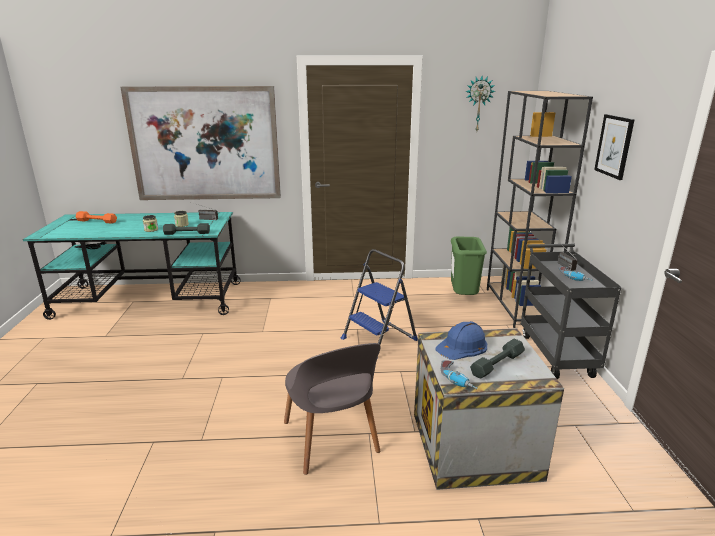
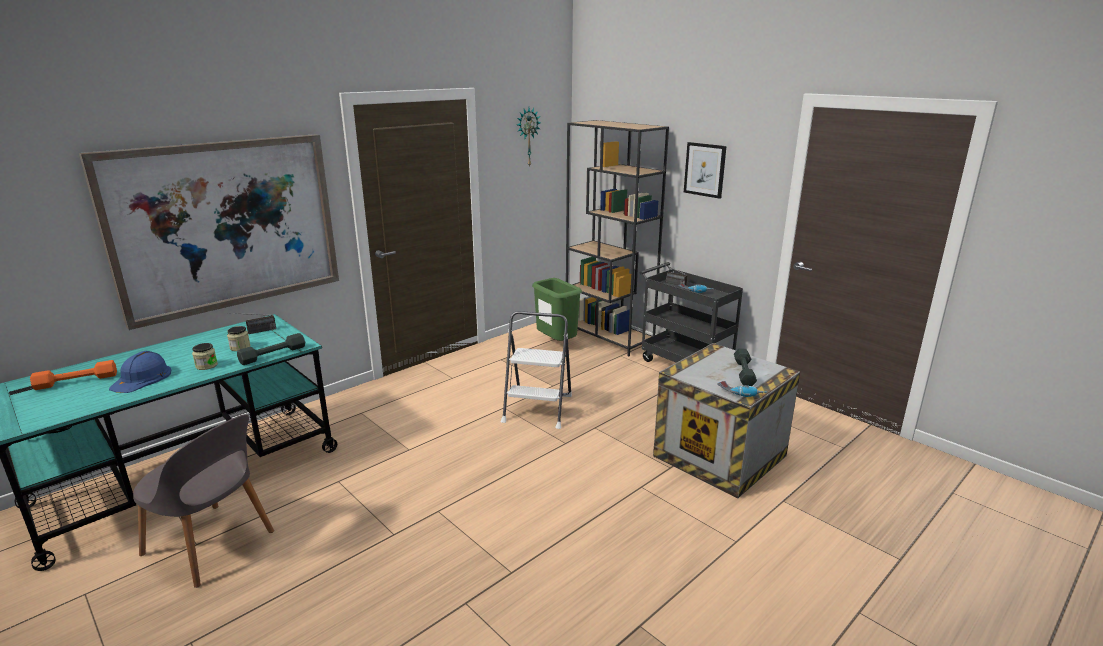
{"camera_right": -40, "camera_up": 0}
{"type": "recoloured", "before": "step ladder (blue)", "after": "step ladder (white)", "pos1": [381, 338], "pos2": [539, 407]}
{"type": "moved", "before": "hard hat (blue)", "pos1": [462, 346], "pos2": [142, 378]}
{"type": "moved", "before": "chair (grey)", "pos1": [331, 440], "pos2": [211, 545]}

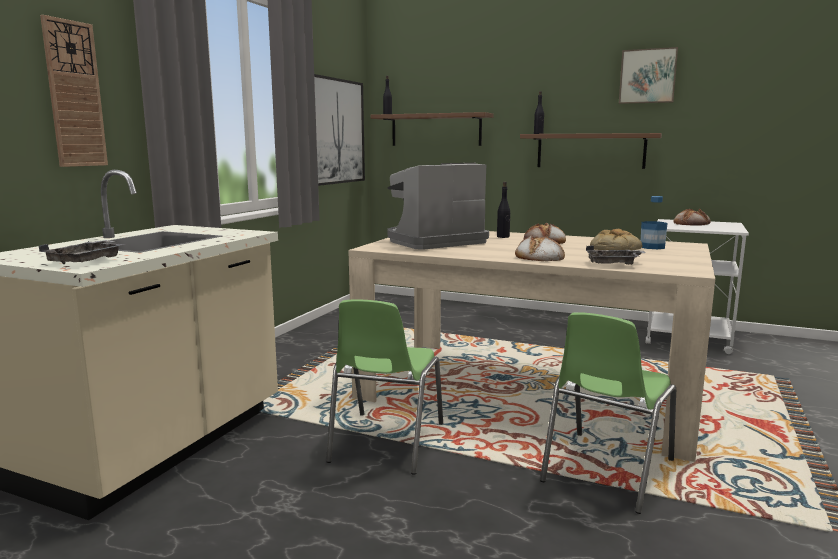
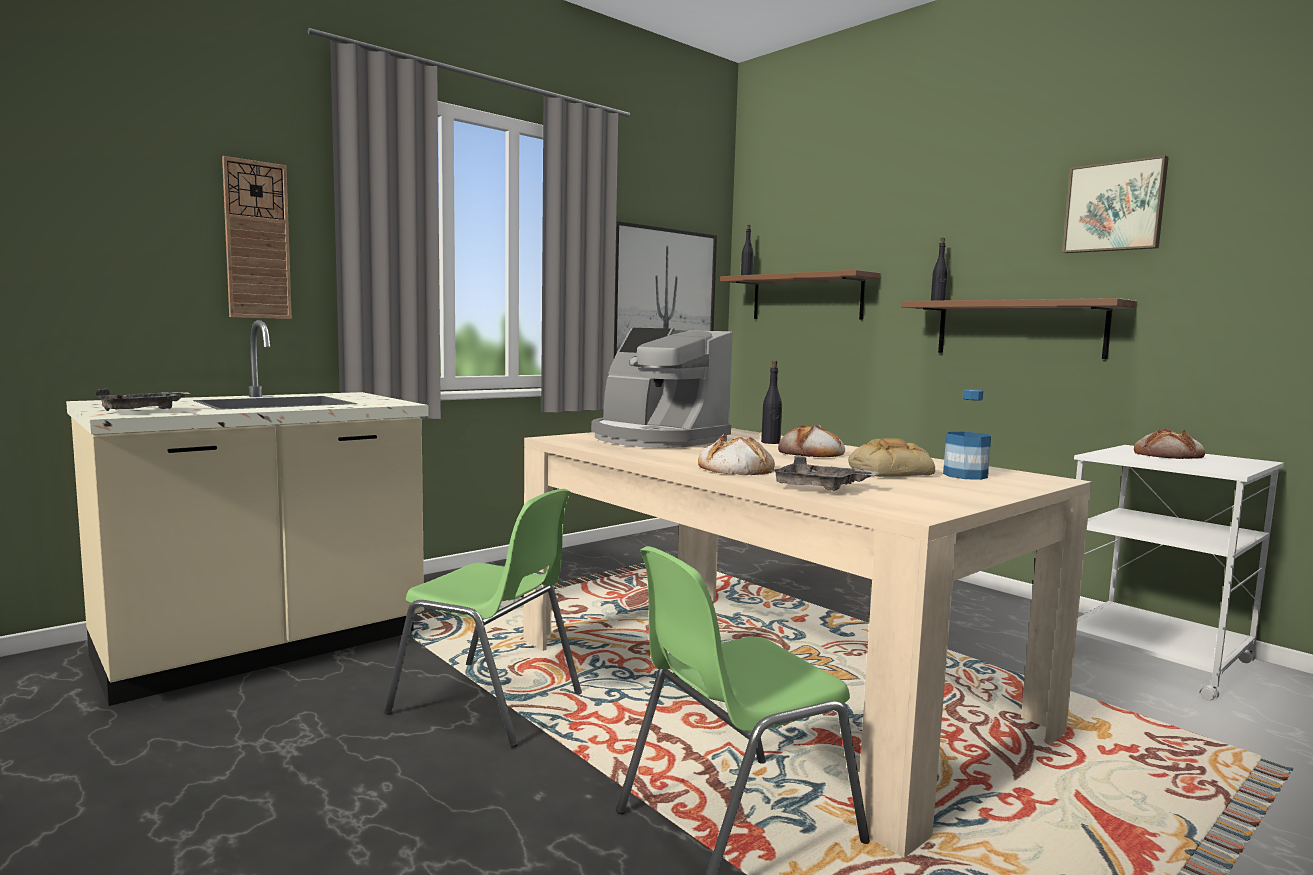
{"camera_right": 25, "camera_up": -5}
{"type": "turned", "before": "coffee machine", "pos1": [433, 241], "pos2": [656, 439], "turn": -135}
{"type": "turned", "before": "chair (green)", "pos1": [385, 443], "pos2": [489, 704], "turn": -105}

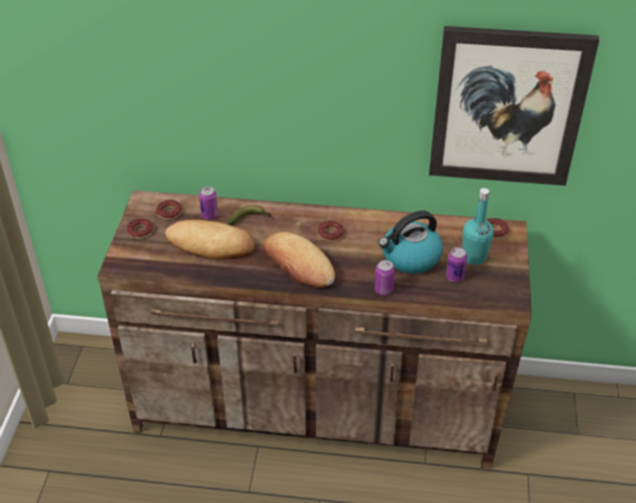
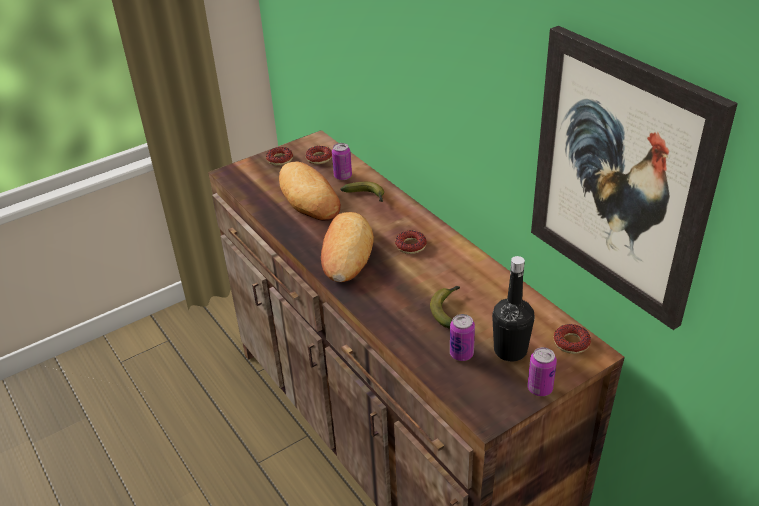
{"camera_right": 50, "camera_up": -5}
{"type": "recoloured", "before": "bottle (turquoise)", "after": "bottle (black)", "pos1": [474, 257], "pos2": [510, 350]}
{"type": "replaced", "before": "kettle", "after": "banana", "pos1": [410, 258], "pos2": [447, 309]}
{"type": "moved", "before": "can", "pos1": [383, 290], "pos2": [540, 388]}

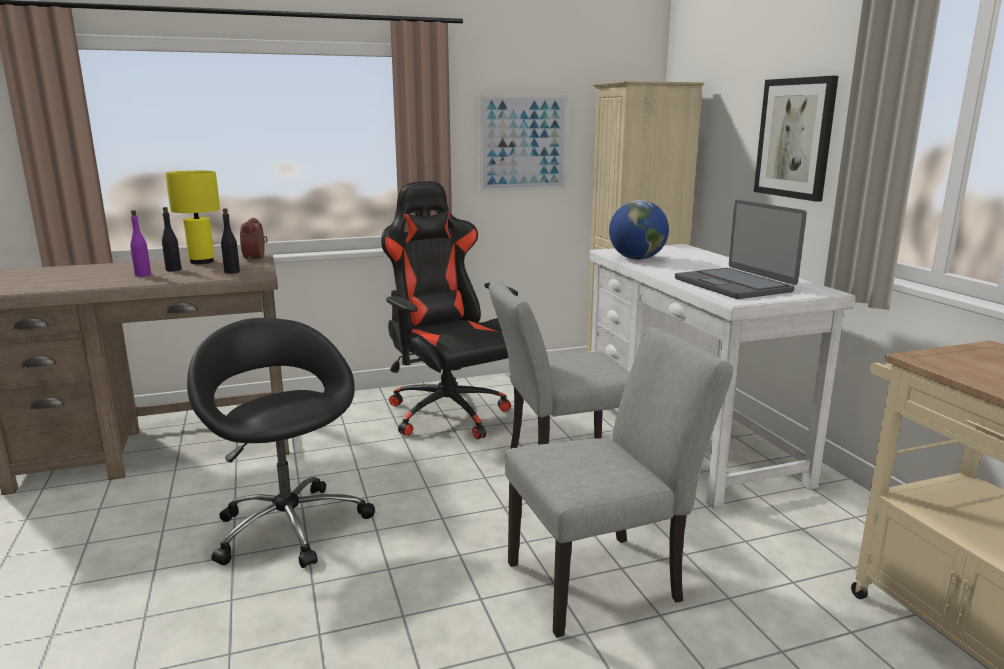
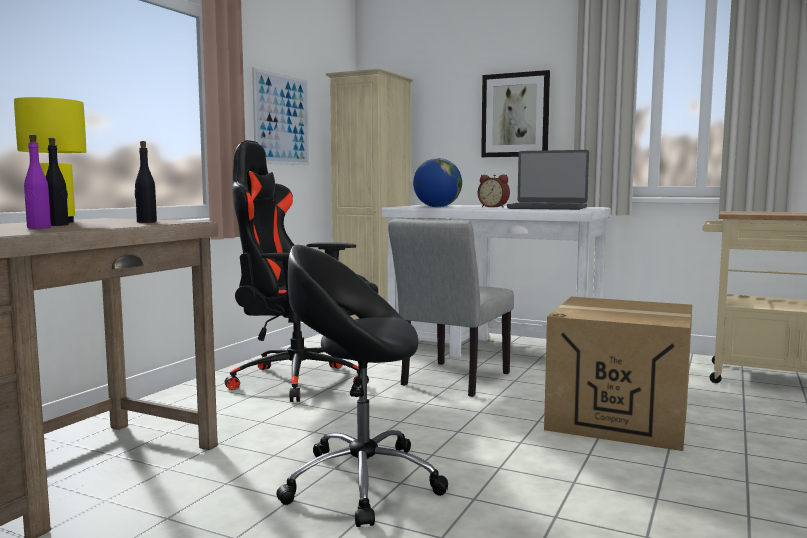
{"camera_right": -45, "camera_up": -10}
{"type": "moved", "before": "alarm clock", "pos1": [256, 258], "pos2": [494, 207]}
{"type": "replaced", "before": "chair (grey)", "after": "cardboard box", "pos1": [605, 579], "pos2": [619, 418]}

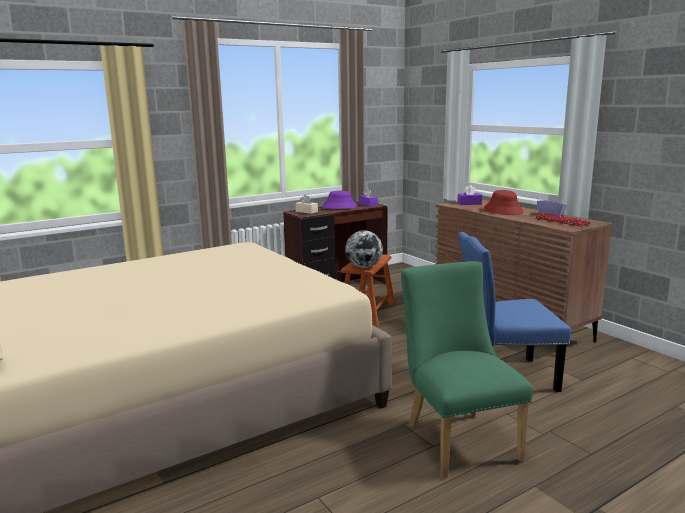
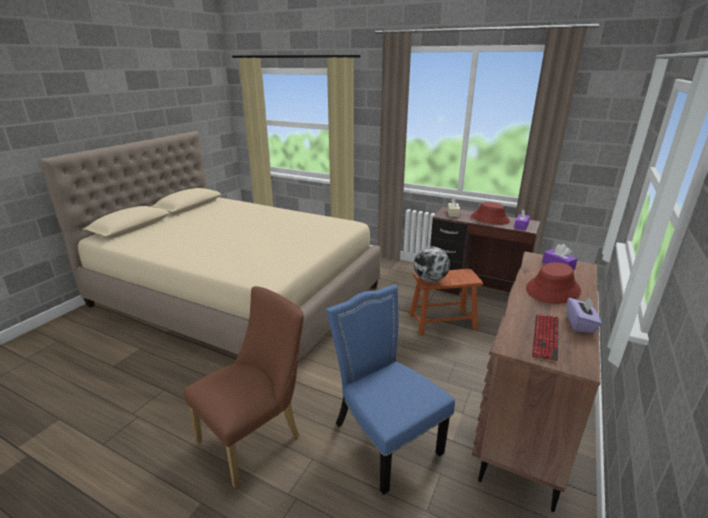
{"camera_right": 60, "camera_up": 10}
{"type": "recoloured", "before": "hat (purple)", "after": "hat (red)", "pos1": [339, 207], "pos2": [490, 219]}
{"type": "recoloured", "before": "chair (green)", "after": "chair (brown)", "pos1": [457, 438], "pos2": [256, 436]}

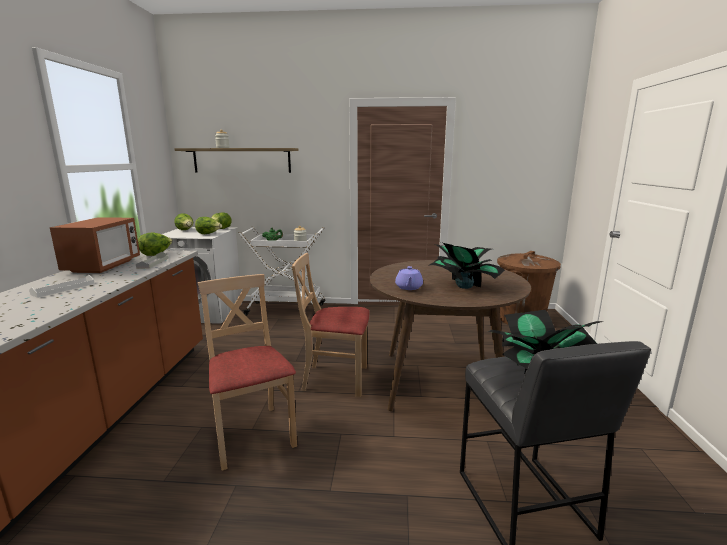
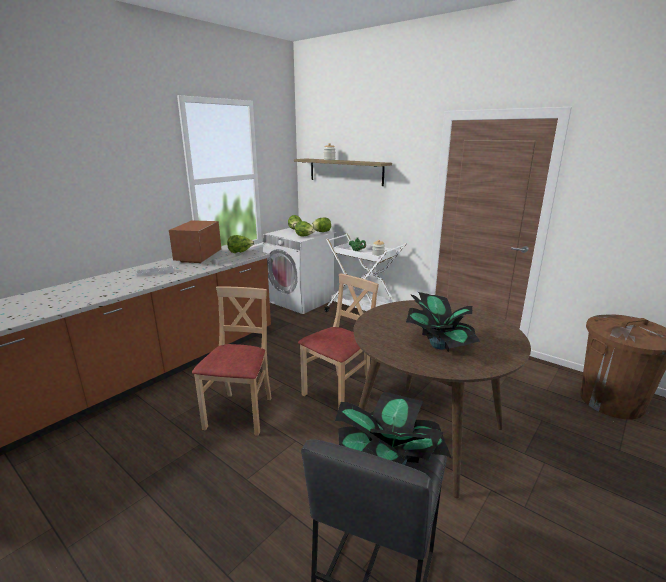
{"camera_right": 35, "camera_up": 5}
{"type": "turned", "before": "microwave", "pos1": [103, 266], "pos2": [198, 257], "turn": 150}
{"type": "turned", "before": "chair (beige)", "pos1": [335, 379], "pos2": [338, 393], "turn": 90}
{"type": "removed", "before": "teapot (purple)", "pos1": [408, 287]}

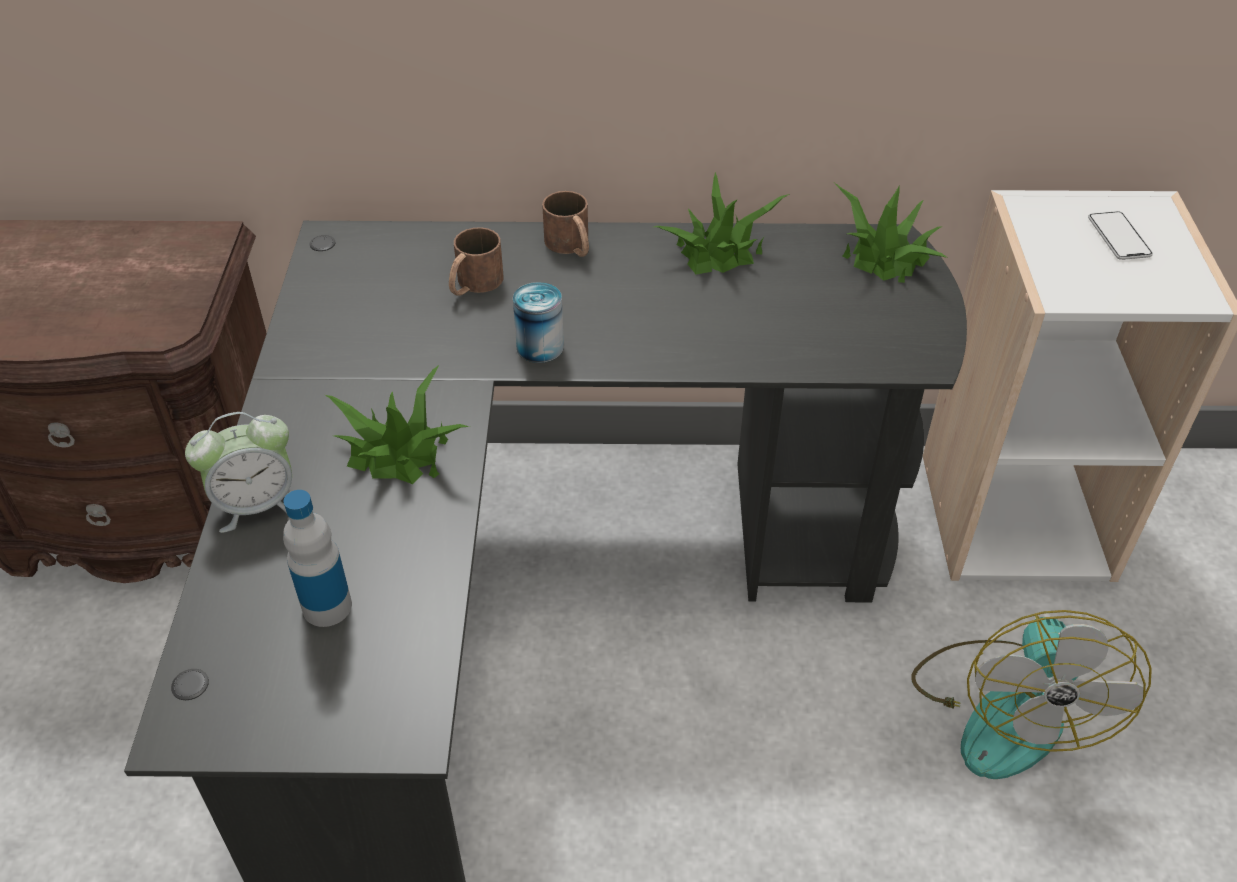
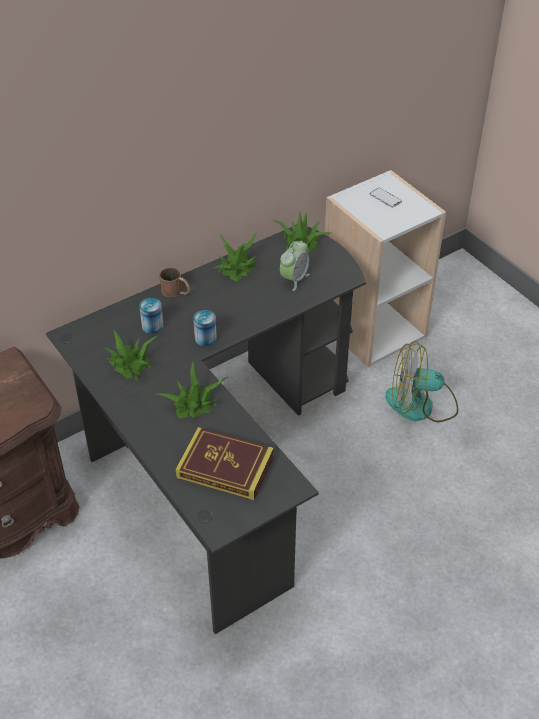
{"camera_right": -35, "camera_up": 0}
{"type": "replaced", "before": "mug (brown)", "after": "can", "pos1": [473, 284], "pos2": [152, 326]}
{"type": "moved", "before": "alarm clock", "pos1": [257, 505], "pos2": [294, 279]}
{"type": "replaced", "before": "bottle", "after": "book", "pos1": [327, 606], "pos2": [225, 467]}
{"type": "turned", "before": "fan", "pos1": [1006, 709], "pos2": [421, 405], "turn": 120}
{"type": "added", "after": "potted plant", "pos2": [131, 364]}

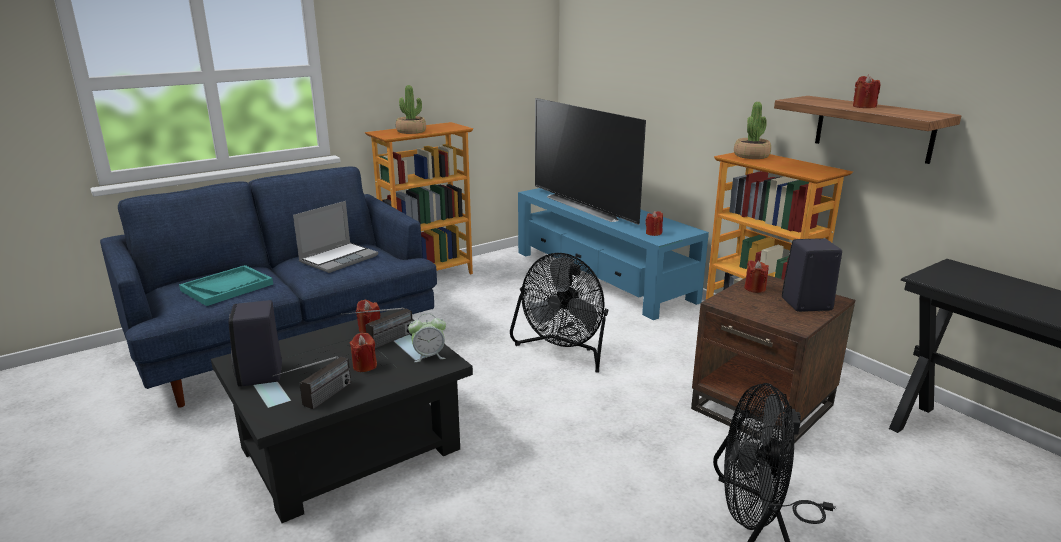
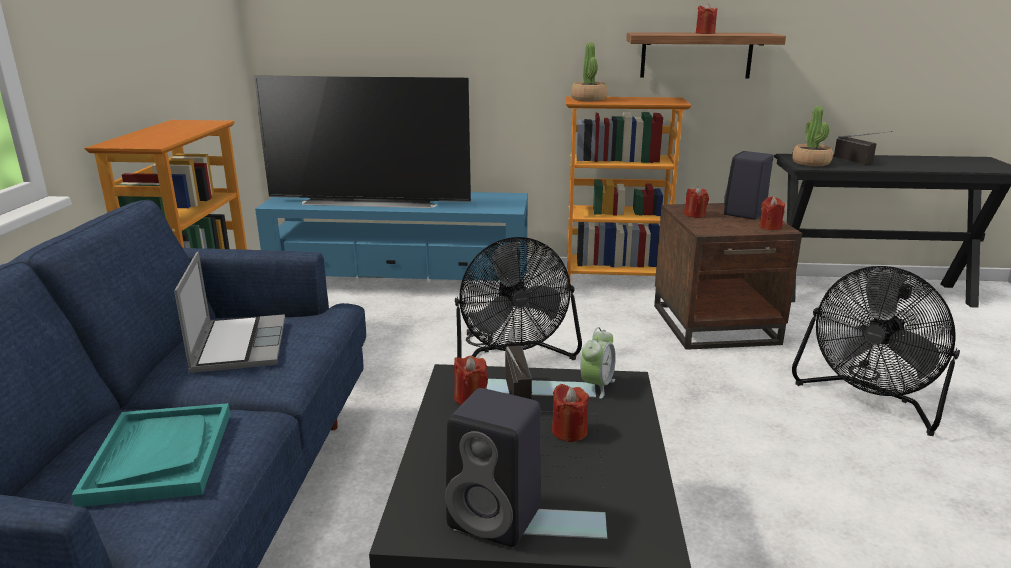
{"camera_right": -50, "camera_up": 0}
{"type": "moved", "before": "potted plant", "pos1": [411, 131], "pos2": [811, 163]}
{"type": "moved", "before": "candle (red)", "pos1": [653, 233], "pos2": [770, 227]}
{"type": "moved", "before": "radio", "pos1": [318, 401], "pos2": [862, 162]}

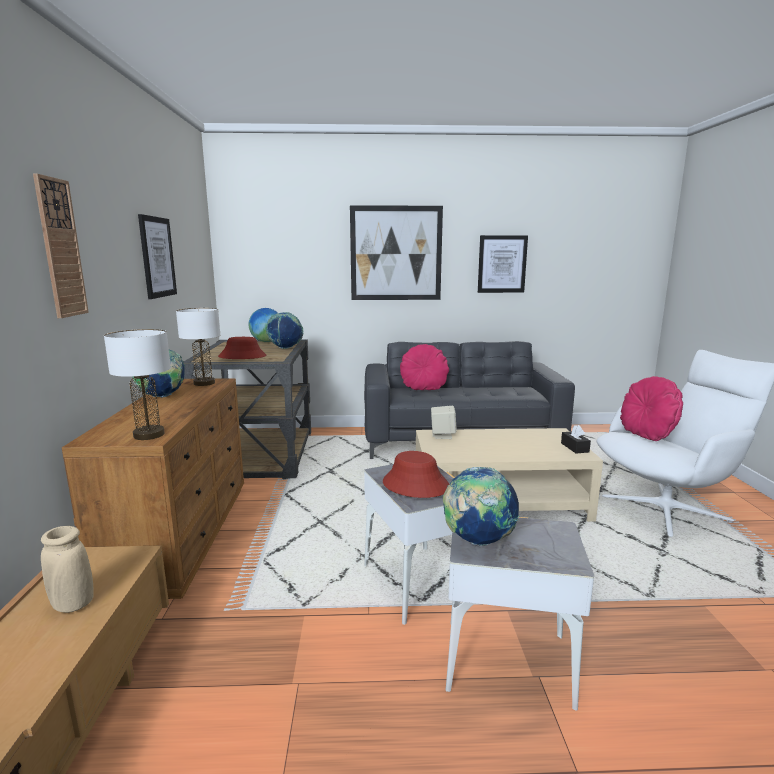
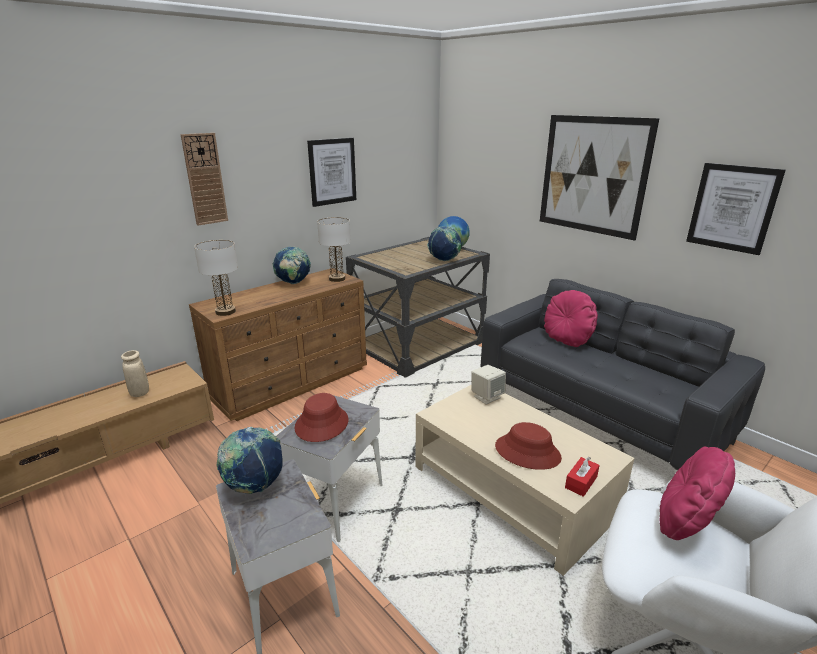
{"camera_right": 50, "camera_up": 10}
{"type": "moved", "before": "hat (red)", "pos1": [242, 356], "pos2": [527, 452]}
{"type": "recoloured", "before": "tissue box (black)", "after": "tissue box (red)", "pos1": [574, 447], "pos2": [581, 482]}

